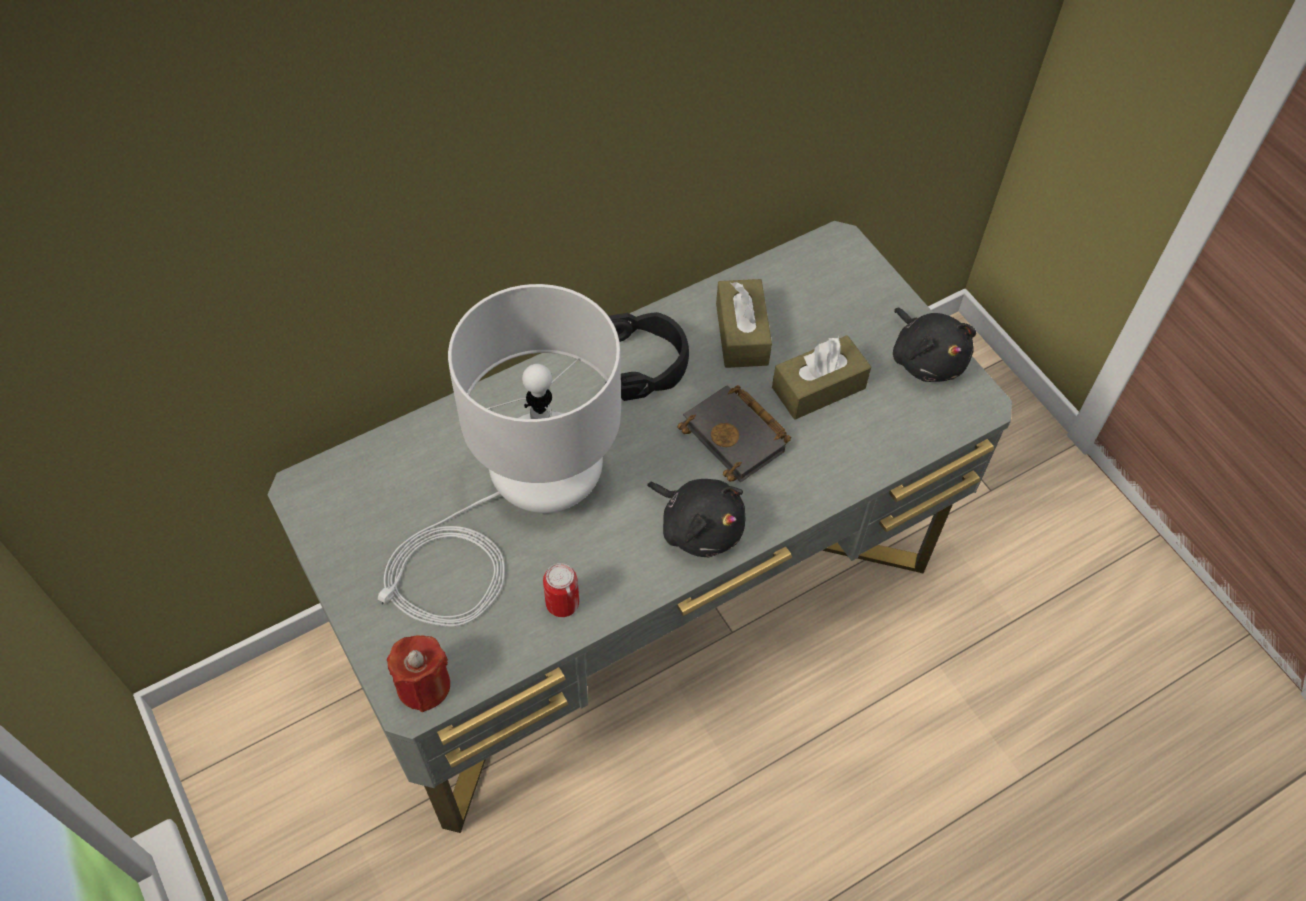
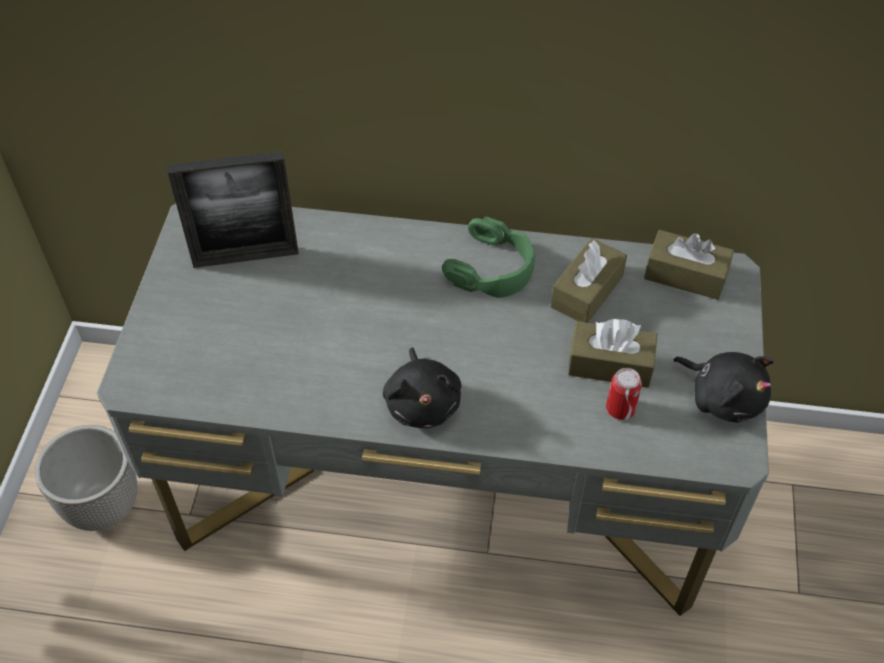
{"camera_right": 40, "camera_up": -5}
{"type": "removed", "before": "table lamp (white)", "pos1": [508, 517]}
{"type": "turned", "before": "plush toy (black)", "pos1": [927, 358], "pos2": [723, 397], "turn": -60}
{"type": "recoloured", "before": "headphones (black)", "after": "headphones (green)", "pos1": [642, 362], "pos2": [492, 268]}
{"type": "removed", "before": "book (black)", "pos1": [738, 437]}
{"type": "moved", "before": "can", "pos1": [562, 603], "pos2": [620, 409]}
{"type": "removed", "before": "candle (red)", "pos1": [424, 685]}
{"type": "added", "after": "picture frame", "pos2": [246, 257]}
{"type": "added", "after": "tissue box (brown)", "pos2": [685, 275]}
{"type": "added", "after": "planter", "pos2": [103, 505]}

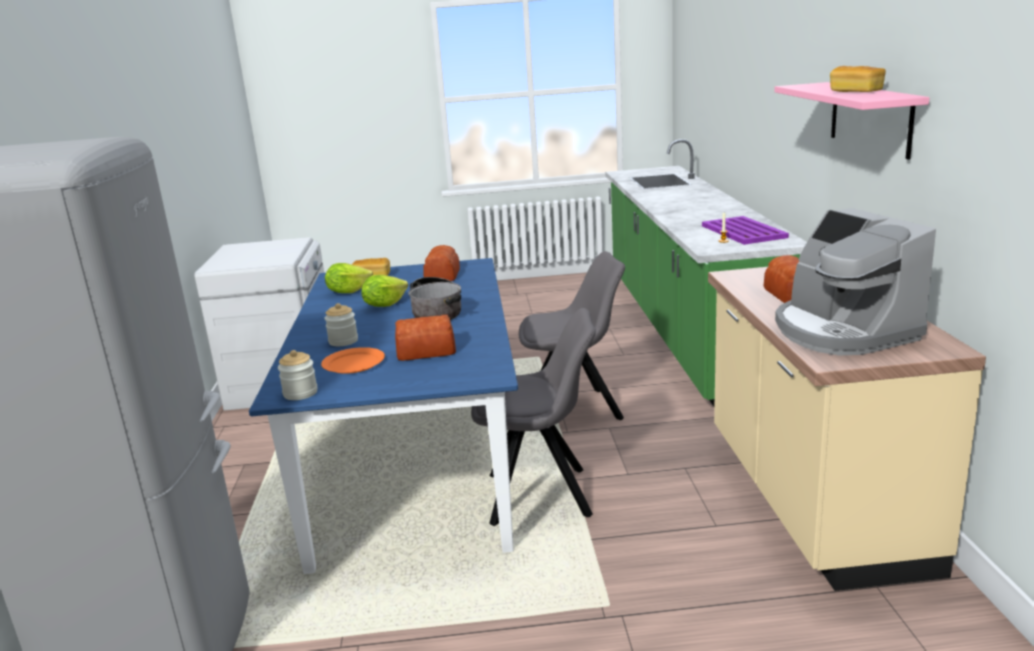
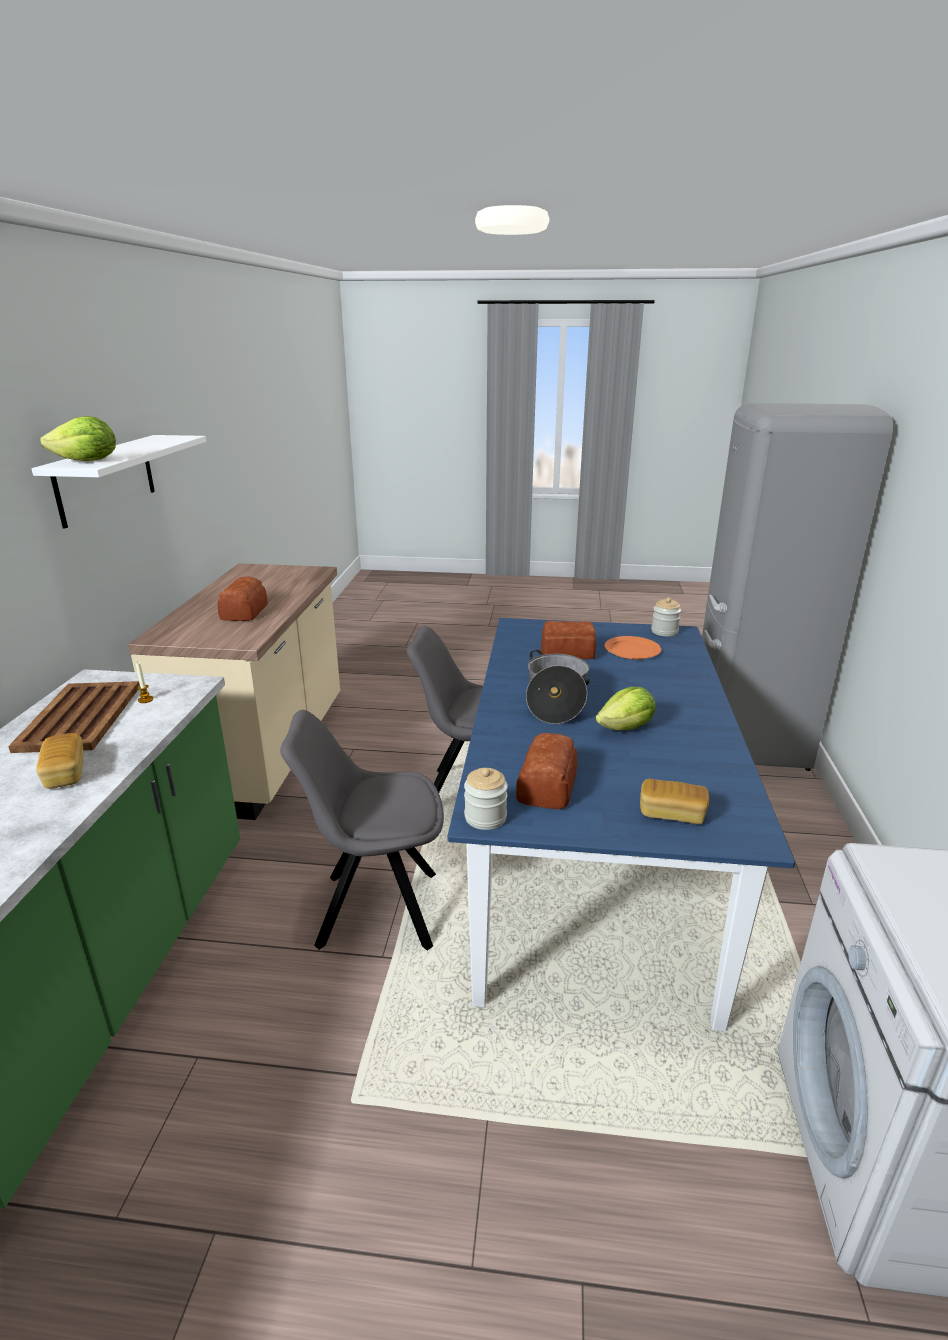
{"camera_right": -170, "camera_up": 5}
{"type": "moved", "before": "bread", "pos1": [856, 92], "pos2": [65, 773]}
{"type": "recoloured", "before": "shelf (pink)", "after": "shelf (white)", "pos1": [870, 118], "pos2": [106, 479]}
{"type": "removed", "before": "coffee machine", "pos1": [842, 331]}
{"type": "recoloured", "before": "tray (purple)", "after": "tray (brown)", "pos1": [743, 231], "pos2": [79, 718]}
{"type": "moved", "before": "lettuce", "pos1": [348, 291], "pos2": [87, 461]}
{"type": "moved", "before": "jar", "pos1": [343, 341], "pos2": [485, 817]}

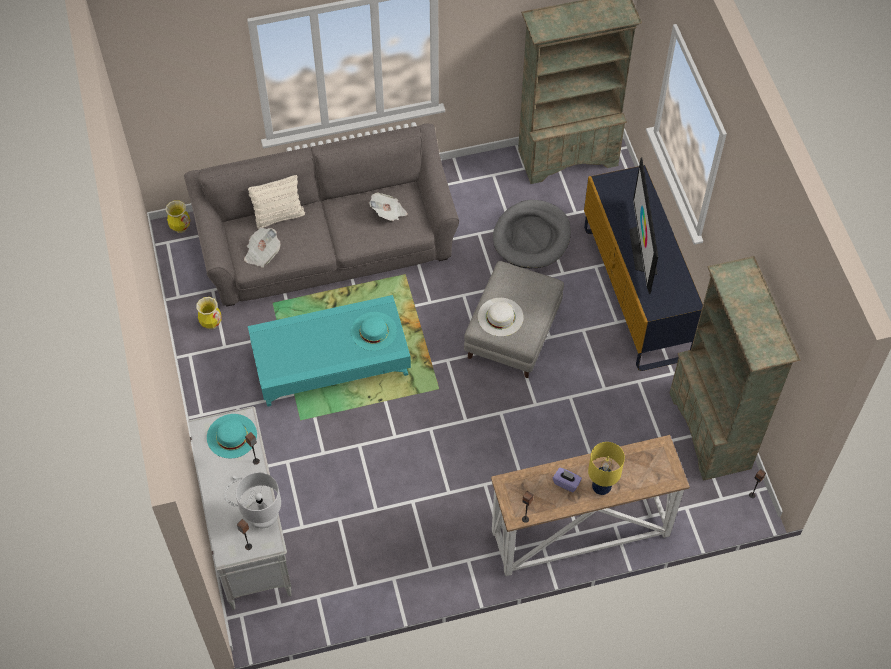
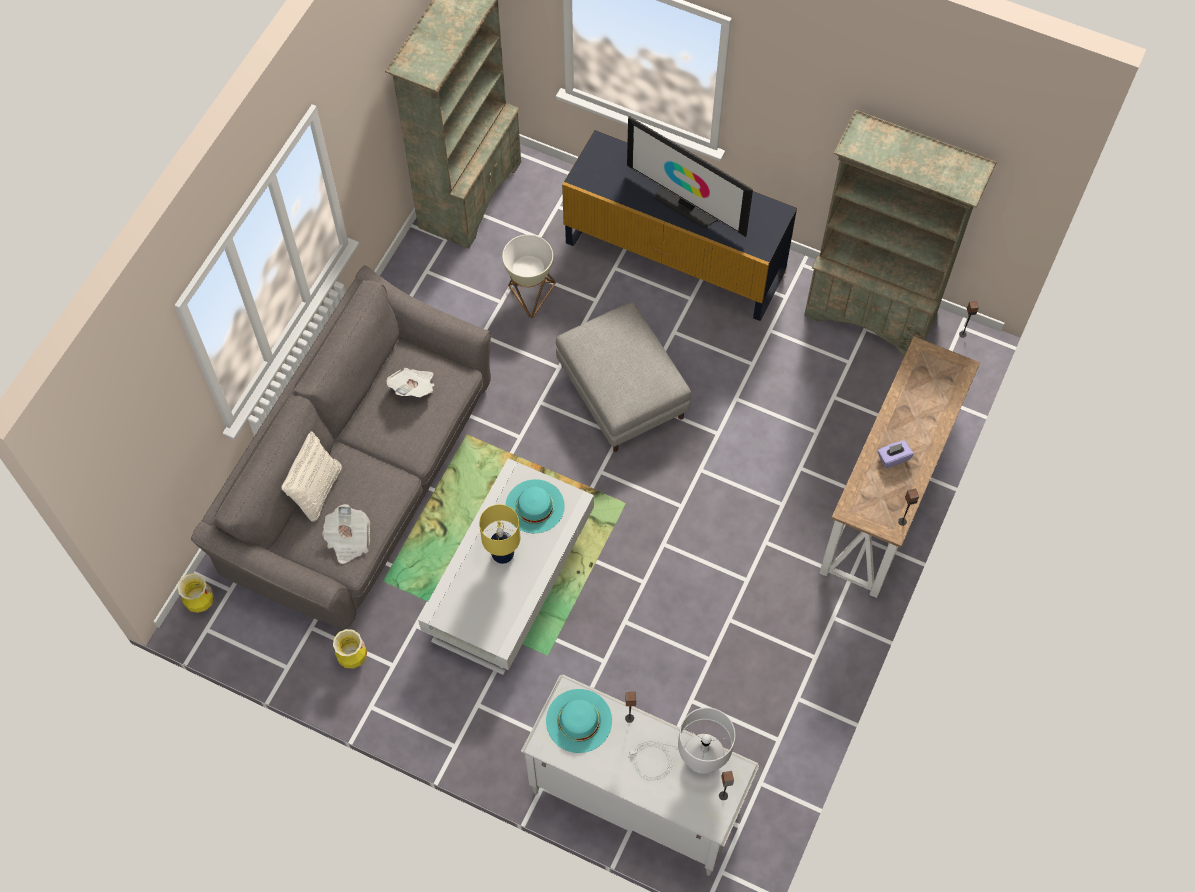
{"camera_right": -50, "camera_up": 5}
{"type": "replaced", "before": "dog bed (grey)", "after": "planter", "pos1": [532, 237], "pos2": [530, 294]}
{"type": "recoloured", "before": "coffee table (turquoise)", "after": "coffee table (white)", "pos1": [332, 365], "pos2": [510, 579]}
{"type": "removed", "before": "hat (white)", "pos1": [500, 317]}
{"type": "moved", "before": "table lamp (yellow)", "pos1": [601, 488], "pos2": [503, 555]}

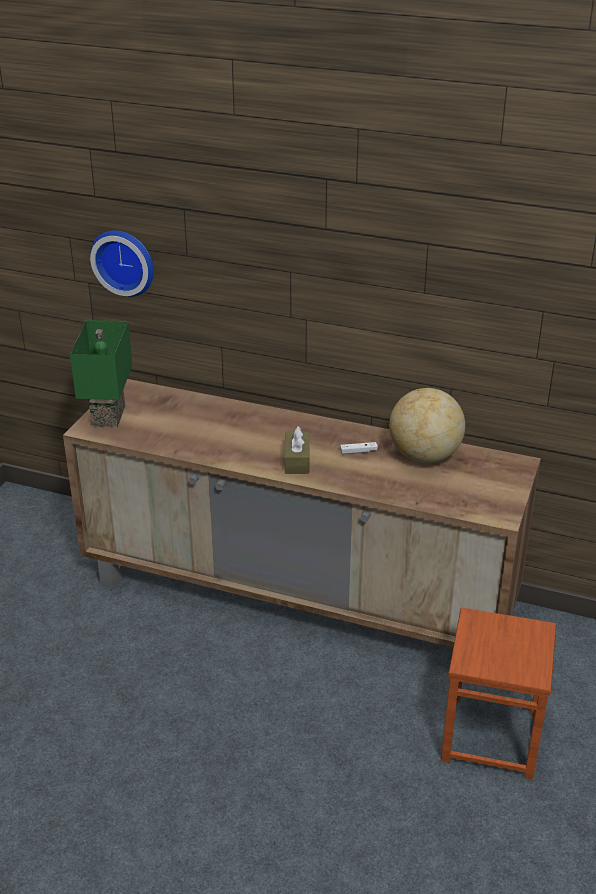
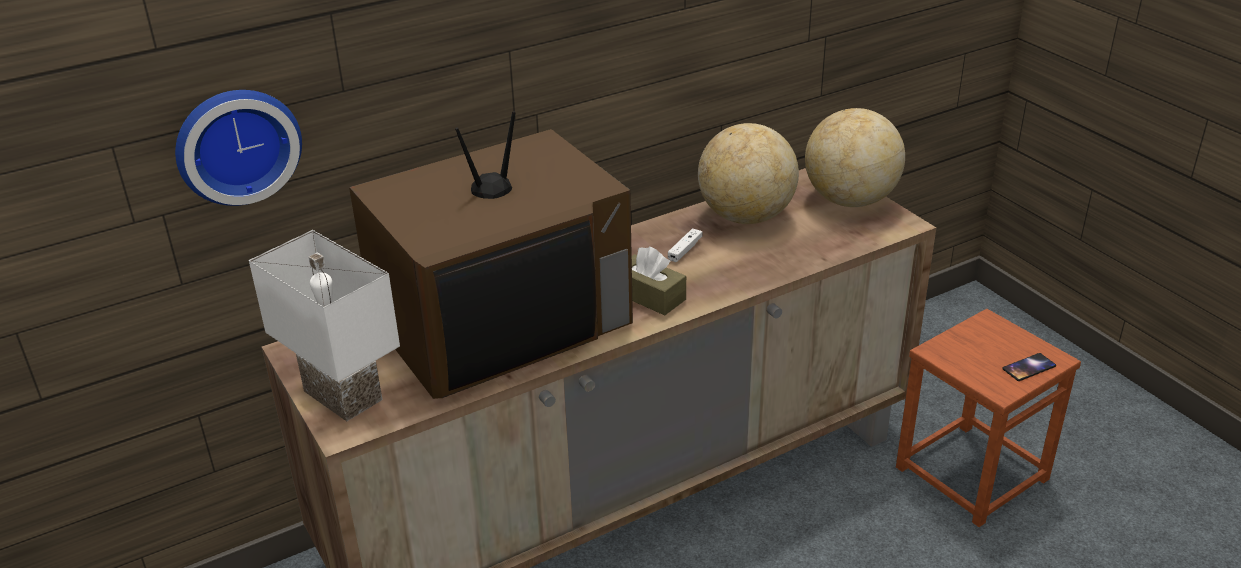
{"camera_right": -50, "camera_up": 0}
{"type": "recoloured", "before": "table lamp (green)", "after": "table lamp (white)", "pos1": [106, 415], "pos2": [339, 397]}
{"type": "added", "after": "globe", "pos2": [850, 200]}
{"type": "added", "after": "television", "pos2": [505, 322]}
{"type": "added", "after": "phone", "pos2": [1029, 367]}

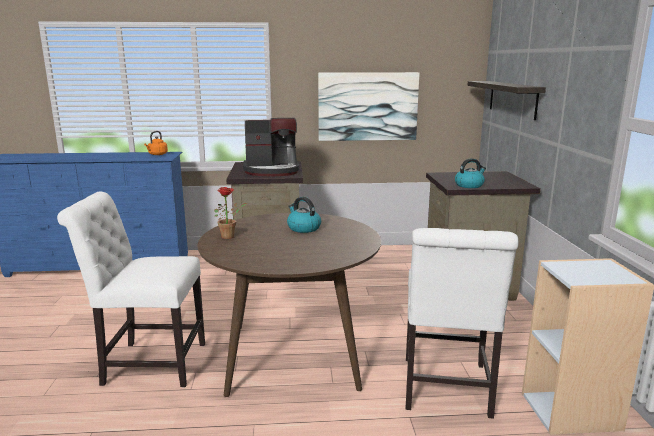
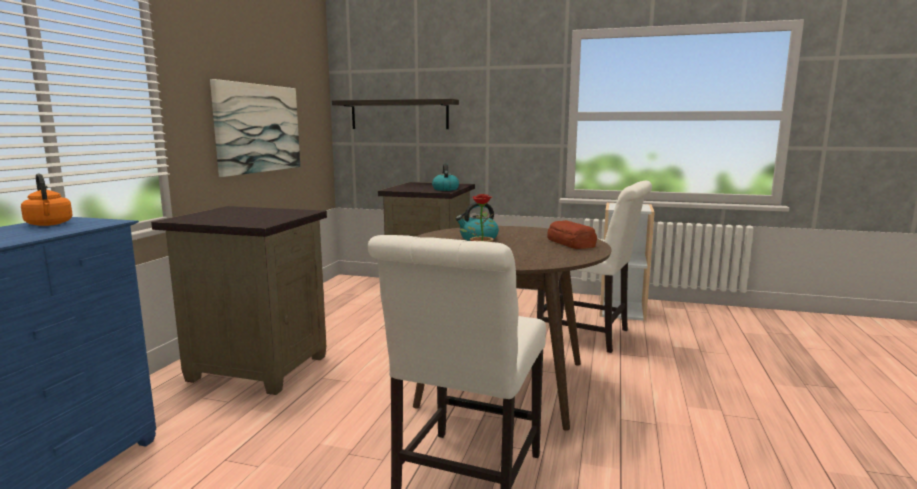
{"camera_right": -70, "camera_up": -5}
{"type": "removed", "before": "coffee machine", "pos1": [272, 171]}
{"type": "added", "after": "bread", "pos2": [571, 243]}

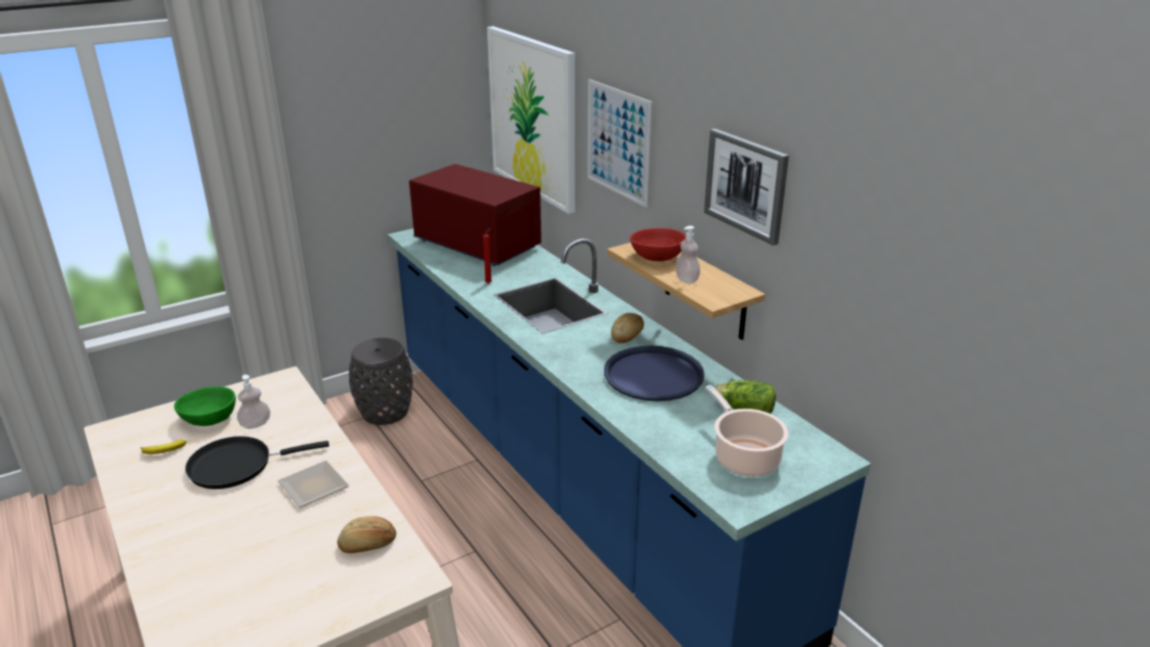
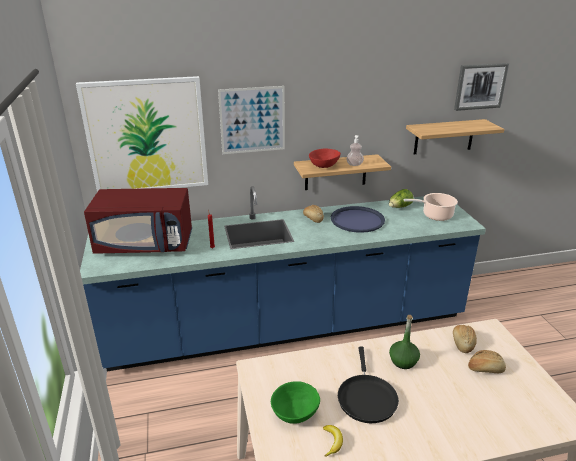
{"camera_right": -70, "camera_up": 0}
{"type": "moved", "before": "picture", "pos1": [746, 185], "pos2": [480, 86]}
{"type": "turned", "before": "microwave (red)", "pos1": [476, 245], "pos2": [146, 244], "turn": -150}
{"type": "removed", "before": "stool (grey)", "pos1": [385, 412]}
{"type": "removed", "before": "soap dispenser", "pos1": [255, 424]}
{"type": "replaced", "before": "plate", "after": "bottle (green)", "pos1": [312, 488], "pos2": [403, 361]}
{"type": "added", "after": "shelf", "pos2": [444, 137]}
{"type": "added", "after": "bread", "pos2": [485, 369]}

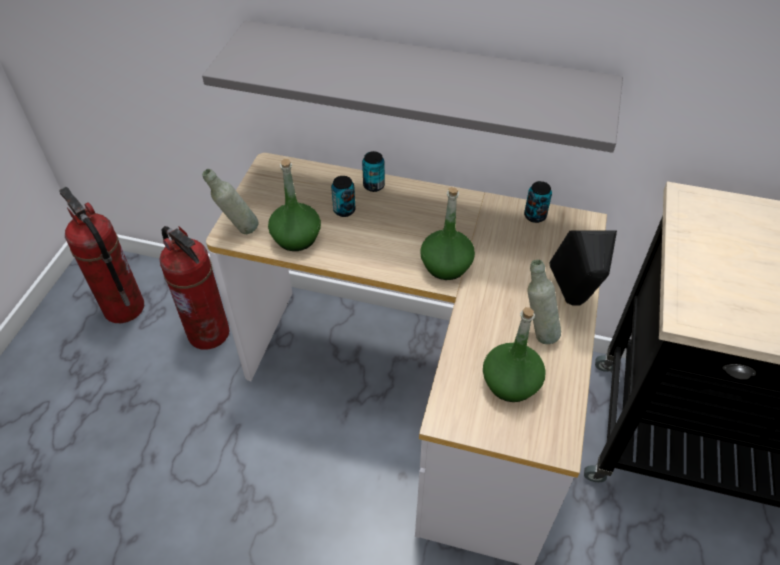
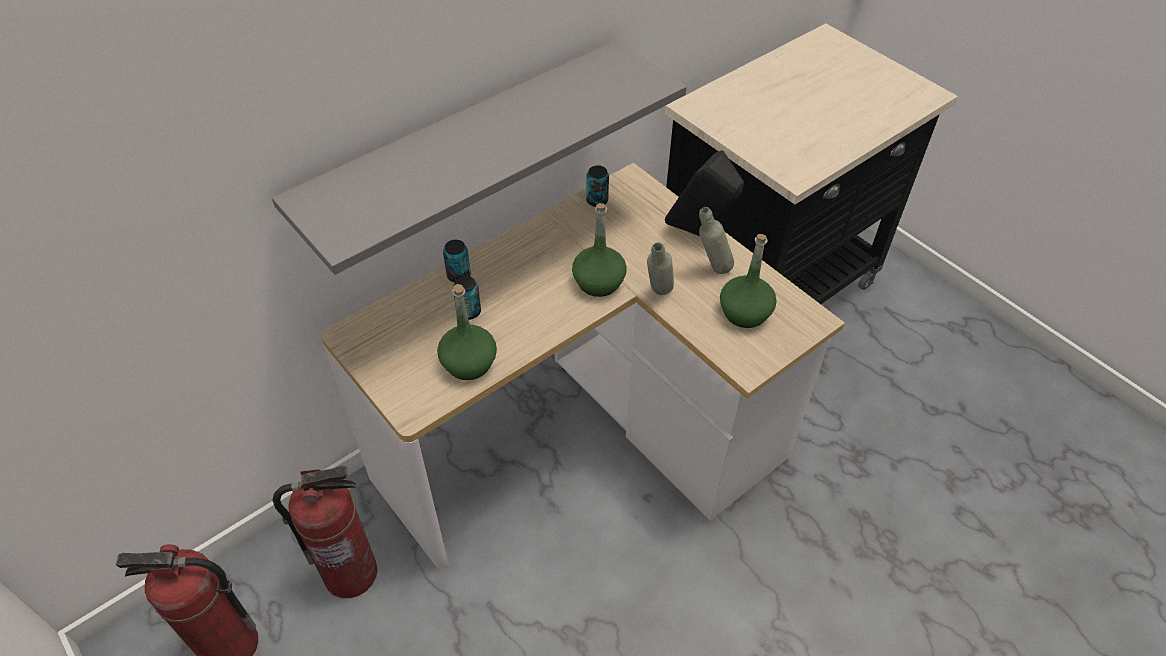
{"camera_right": -55, "camera_up": 0}
{"type": "moved", "before": "bottle (grey)", "pos1": [238, 231], "pos2": [658, 296]}

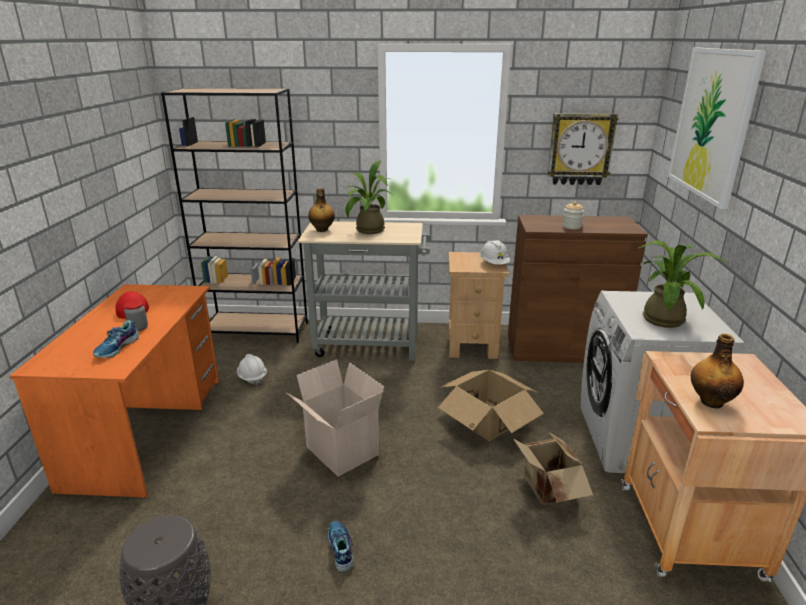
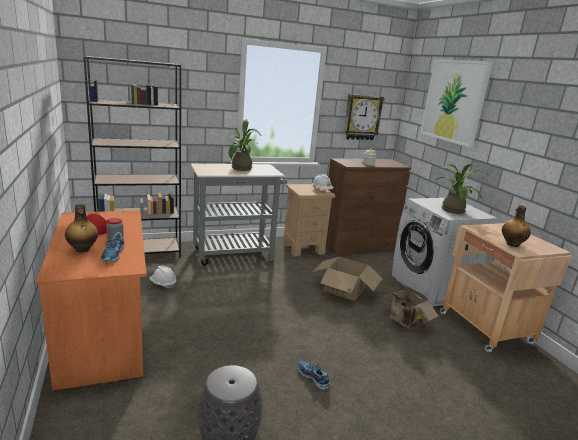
{"camera_right": -25, "camera_up": -5}
{"type": "moved", "before": "bottle", "pos1": [322, 230], "pos2": [82, 249]}
{"type": "removed", "before": "cardboard box", "pos1": [339, 451]}

